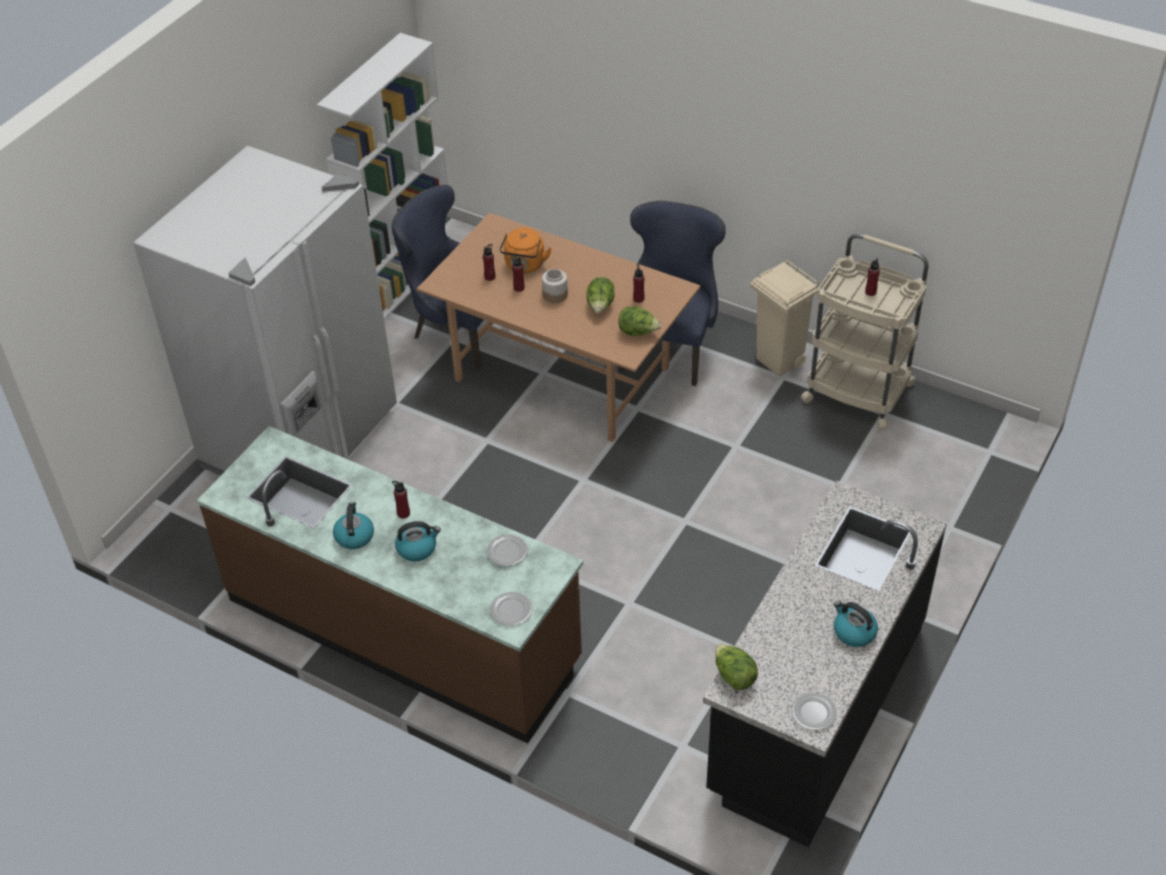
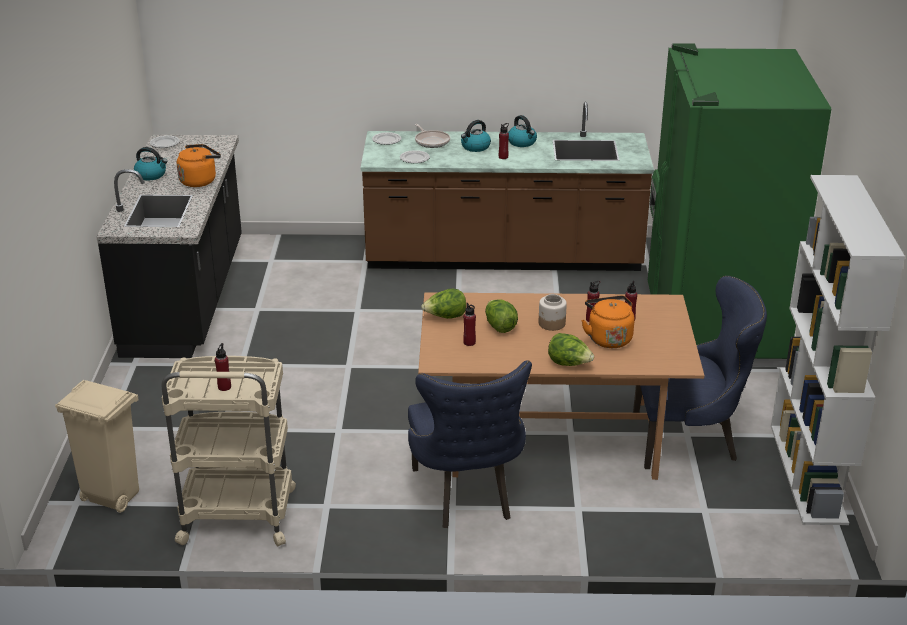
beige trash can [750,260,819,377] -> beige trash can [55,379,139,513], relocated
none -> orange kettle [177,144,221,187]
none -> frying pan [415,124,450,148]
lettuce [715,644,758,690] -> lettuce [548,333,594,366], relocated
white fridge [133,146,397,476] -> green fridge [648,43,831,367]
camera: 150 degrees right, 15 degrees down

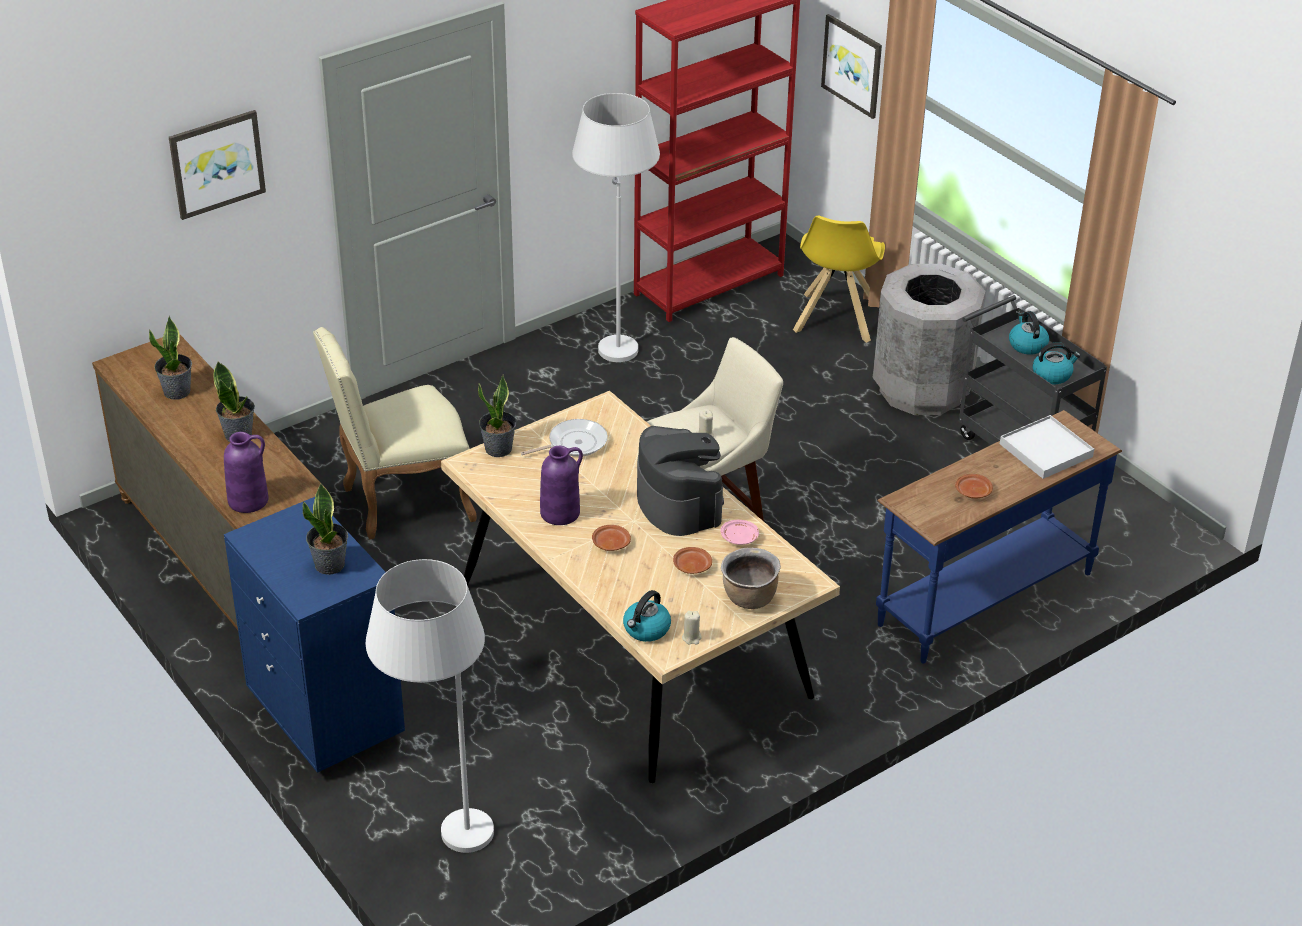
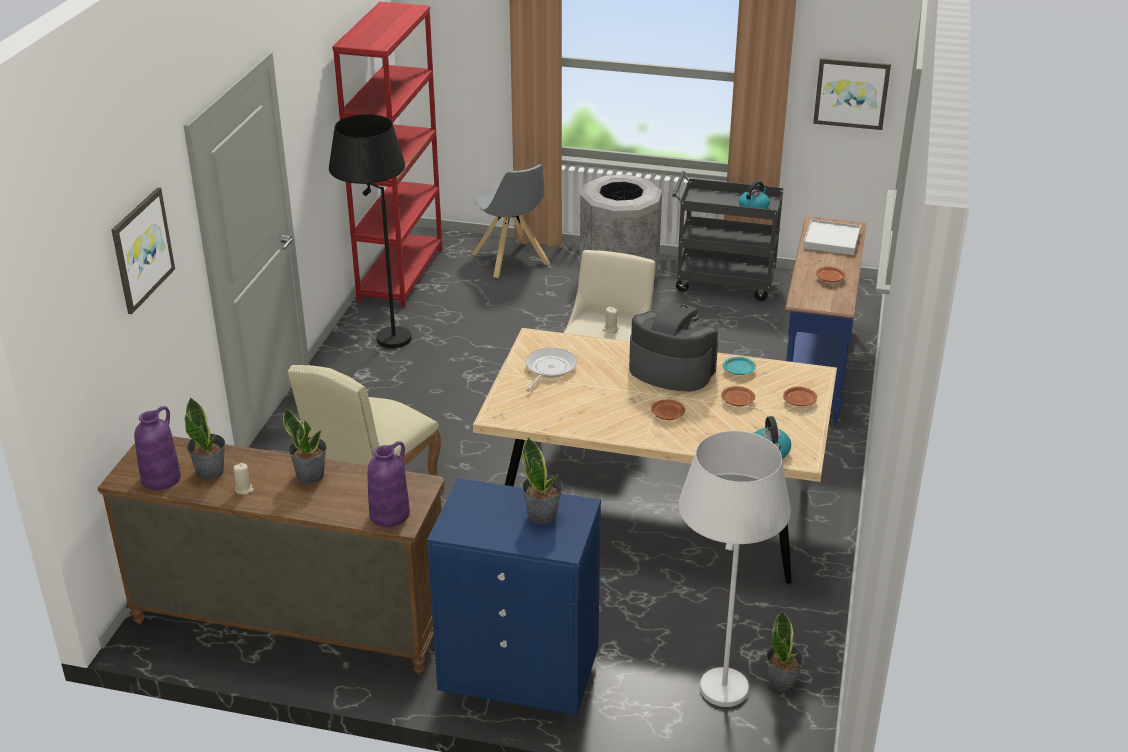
purple vase [540,446,583,525] -> purple vase [134,406,181,490], relocated
beige candle [682,611,702,645] -> beige candle [233,463,254,495], relocated
white floor lamp [572,93,660,362] -> black floor lamp [329,114,411,348]
yellow chair [793,216,885,343] -> grey chair [472,164,550,278]
pink plate [721,520,759,545] -> turquoise plate [723,357,756,375]
potted plant [478,374,516,457] -> potted plant [766,610,804,691], relocated
brown cooking pot [721,548,781,609] -> brown plate [783,387,817,406]
picture [821,14,882,119] -> picture [813,58,891,130], relocated
kettle [1009,311,1049,355] -> none
camera: 40 degrees left, 5 degrees down

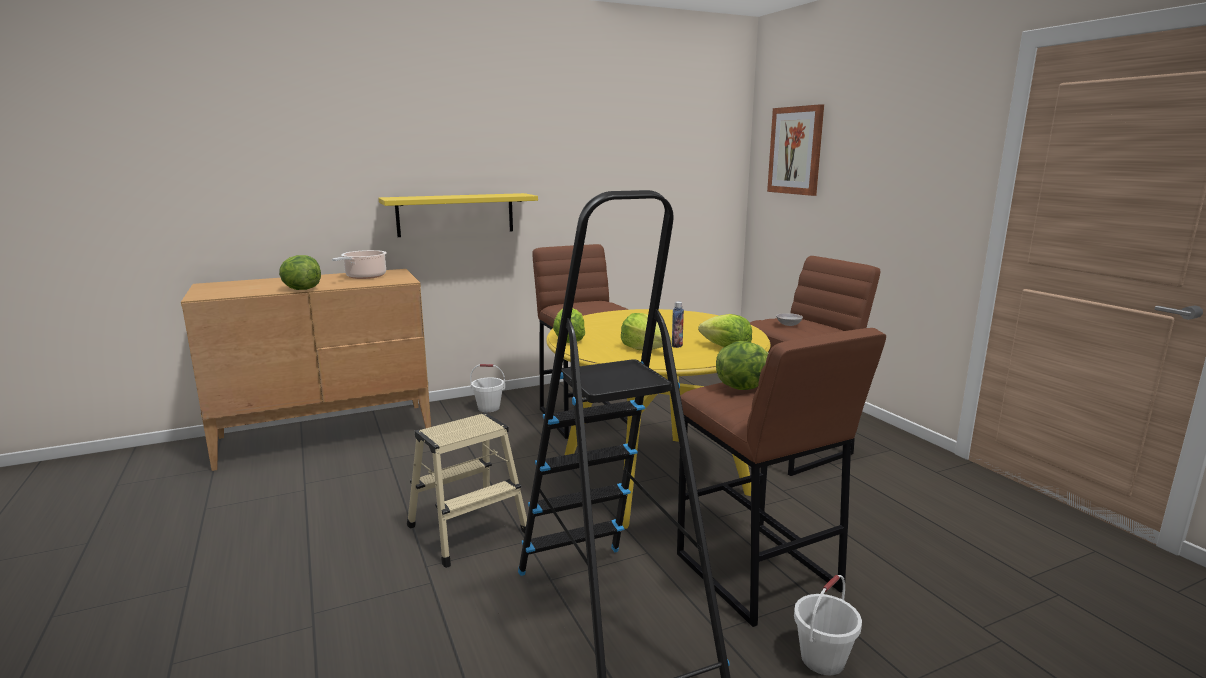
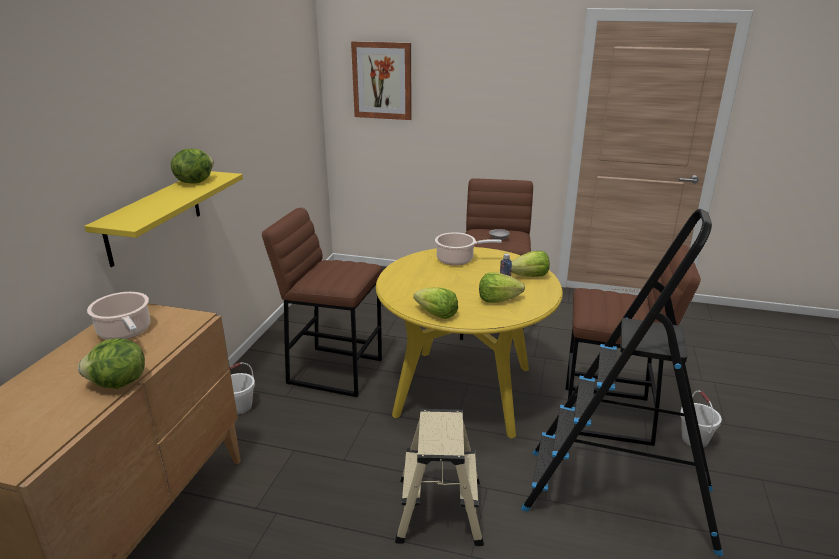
lettuce [716,341,768,390] -> lettuce [171,149,214,184], relocated
none -> cooking pot [435,232,502,265]
camera: 50 degrees left, 10 degrees up

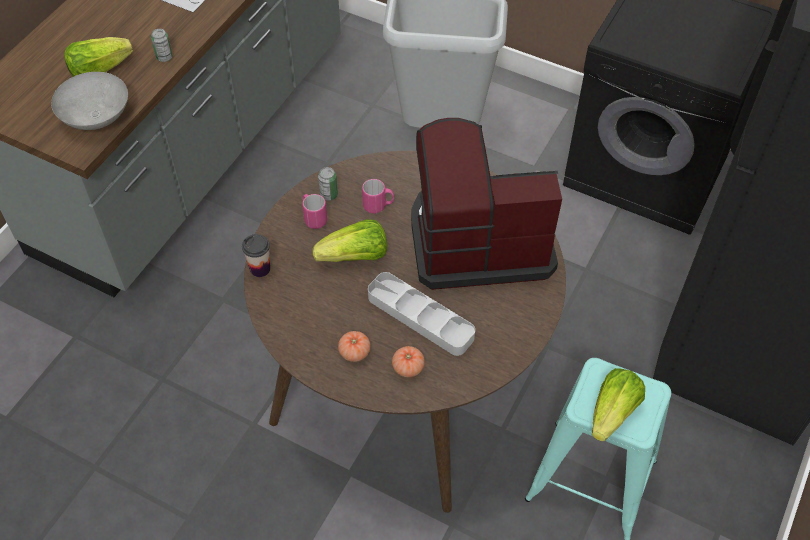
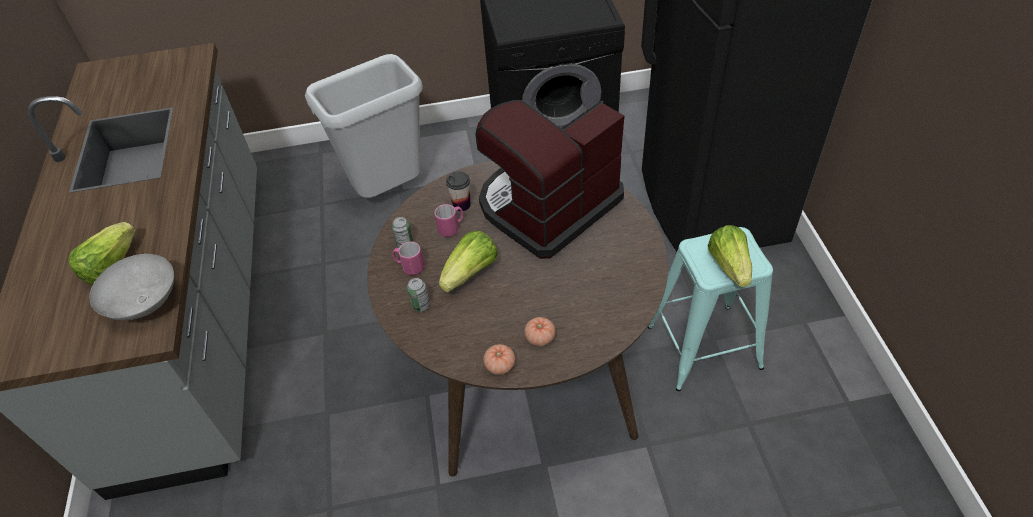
can [151,29,173,62] -> can [407,278,430,312], relocated
cup [242,234,270,277] -> cup [446,171,470,212], relocated
tomato [392,346,425,377] -> tomato [483,344,515,375], relocated
grey tray [368,272,475,356] -> none
camera: 35 degrees left, 5 degrees down

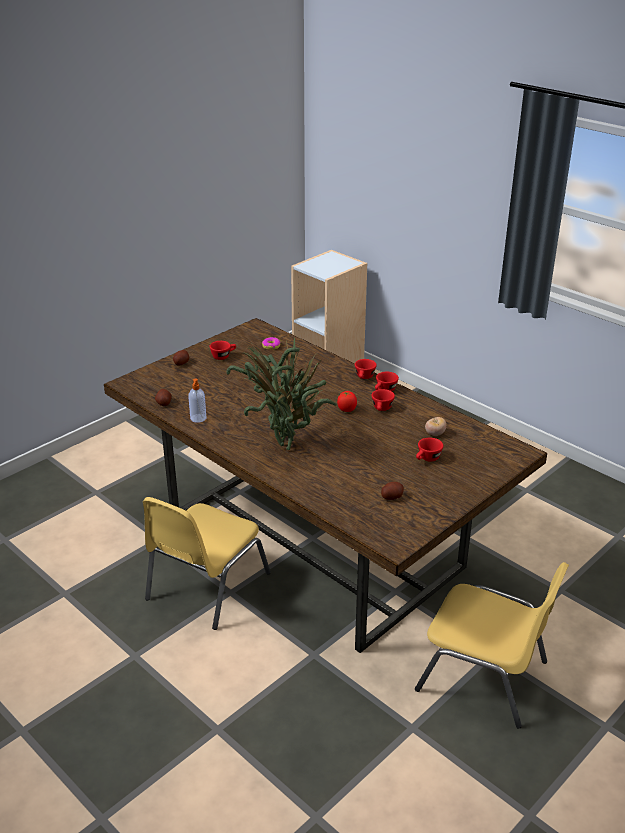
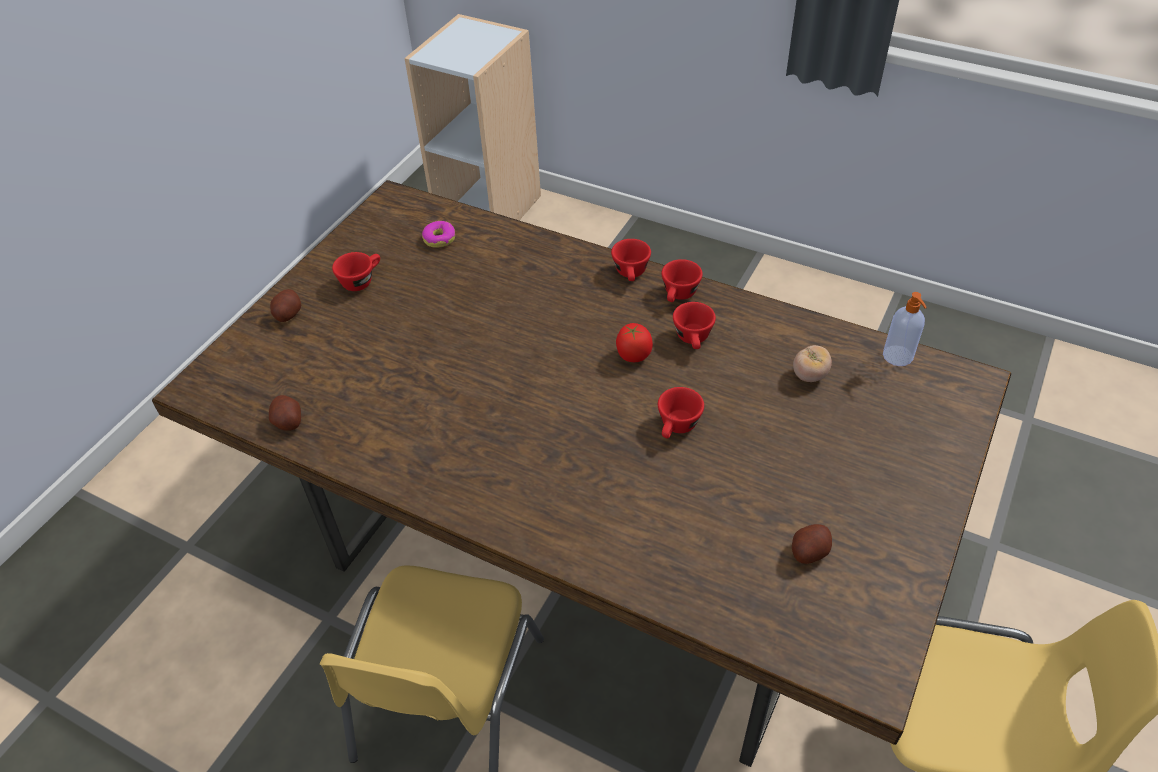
red cup [416,438,443,462] -> red cup [658,387,704,439], relocated
soap dispenser [188,379,206,423] -> soap dispenser [883,292,927,366], relocated
potted plant [226,337,337,450] -> none
camera: 15 degrees left, 15 degrees up

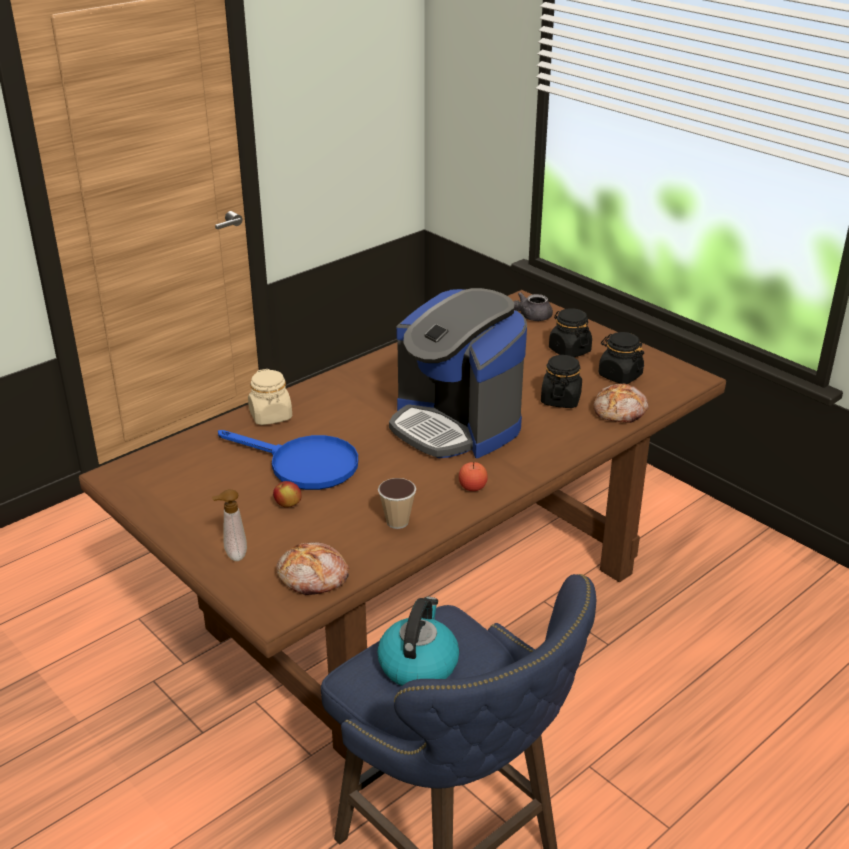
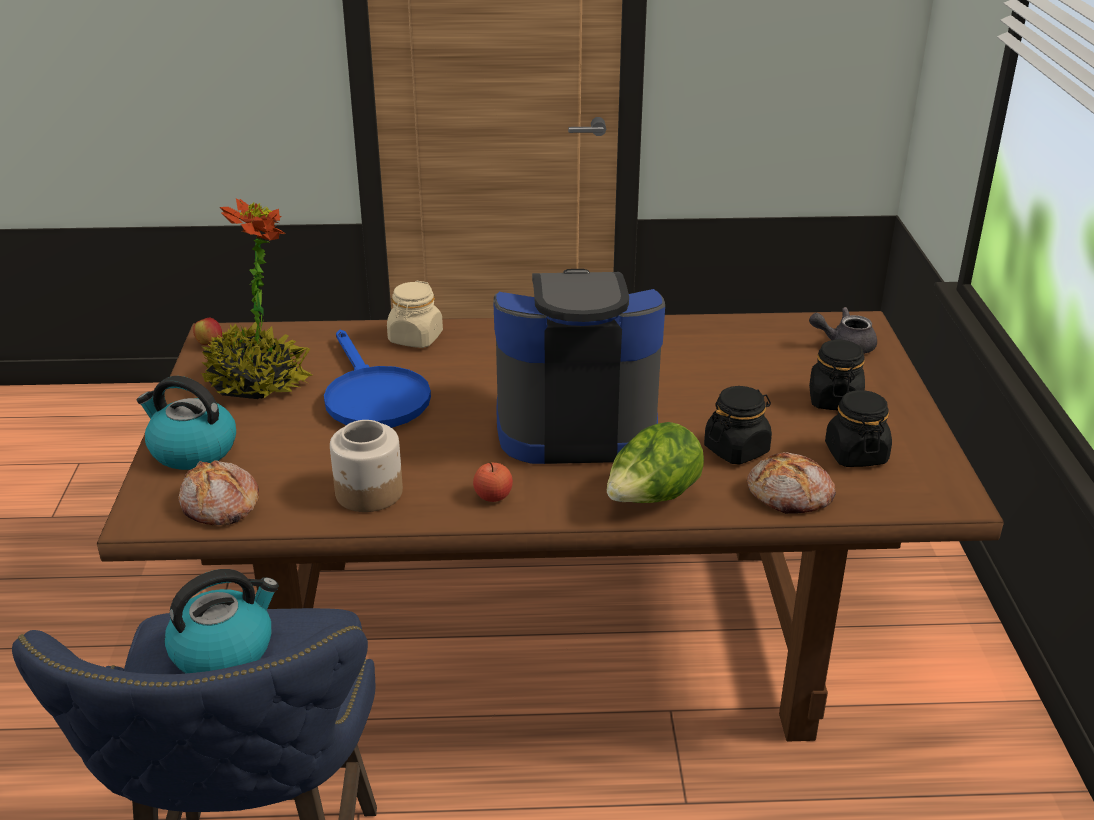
soap dispenser [212,489,247,561] -> kettle [137,376,236,470]
apple [273,481,302,508] -> apple [193,318,222,345], relocated
none -> potted plant [201,198,312,399]
cup [378,478,416,529] -> jar [330,420,403,512]
coffee machine [389,288,527,458] -> coffee machine [493,269,665,464], 90 degrees clockwise
none -> lettuce [607,422,704,503]
camera: 40 degrees right, 0 degrees up

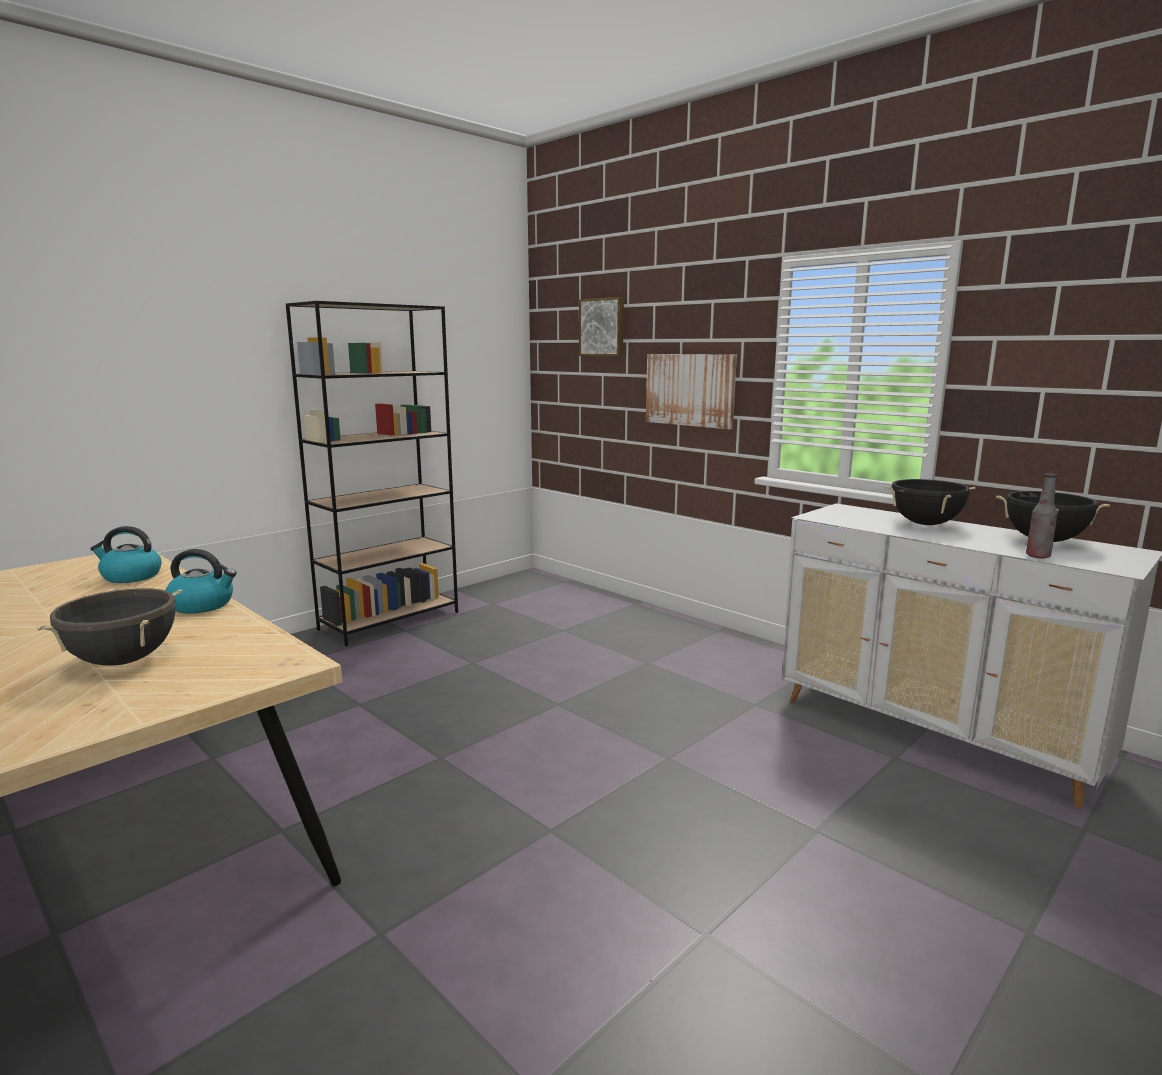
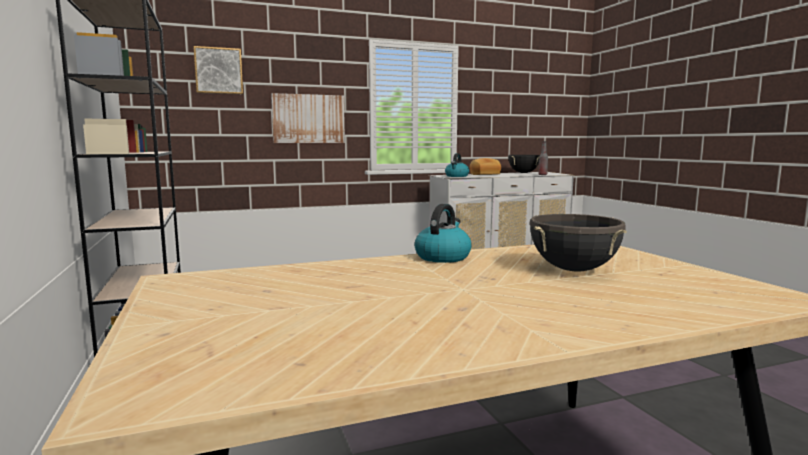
kettle [90,526,162,583] -> kettle [445,153,469,177], relocated
black cooking pot [885,479,975,525] -> bread [469,158,501,175]
camera: 65 degrees left, 5 degrees down

